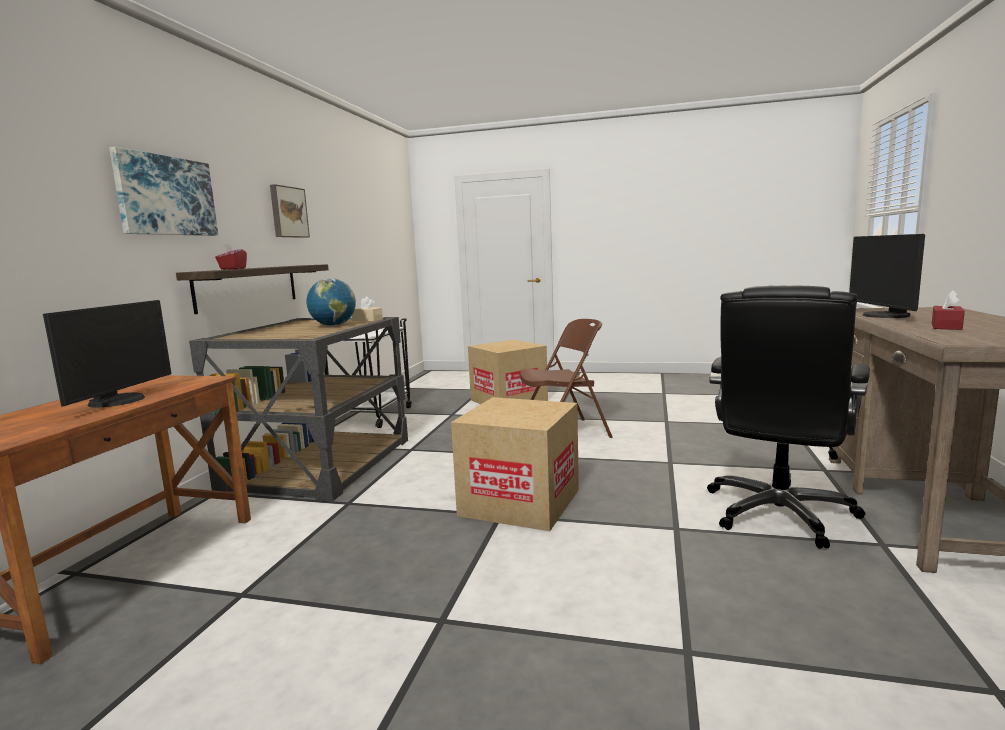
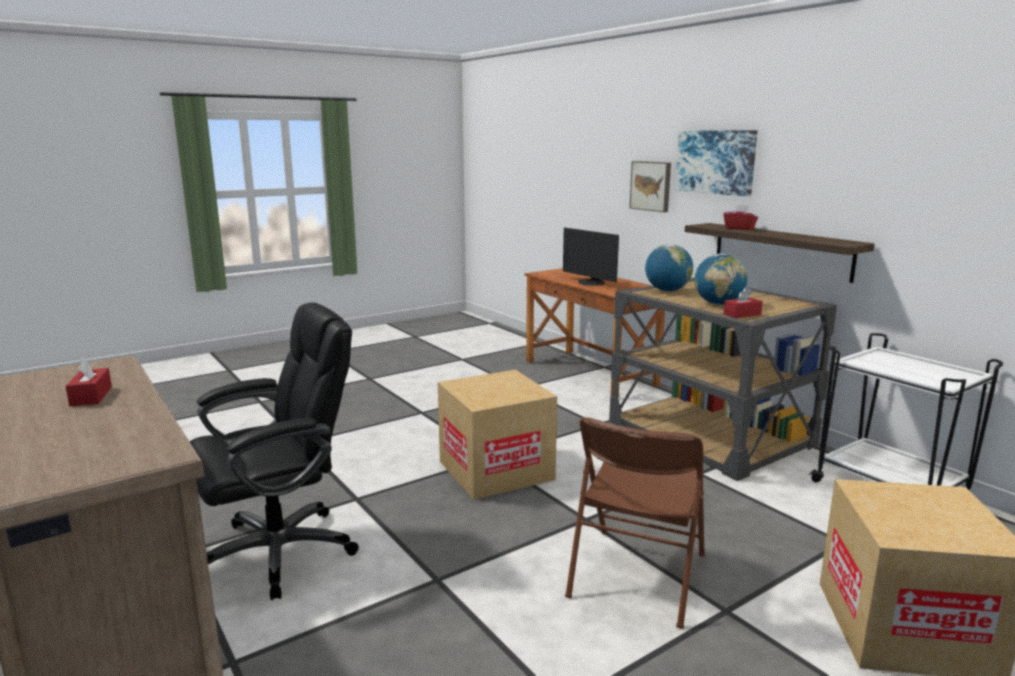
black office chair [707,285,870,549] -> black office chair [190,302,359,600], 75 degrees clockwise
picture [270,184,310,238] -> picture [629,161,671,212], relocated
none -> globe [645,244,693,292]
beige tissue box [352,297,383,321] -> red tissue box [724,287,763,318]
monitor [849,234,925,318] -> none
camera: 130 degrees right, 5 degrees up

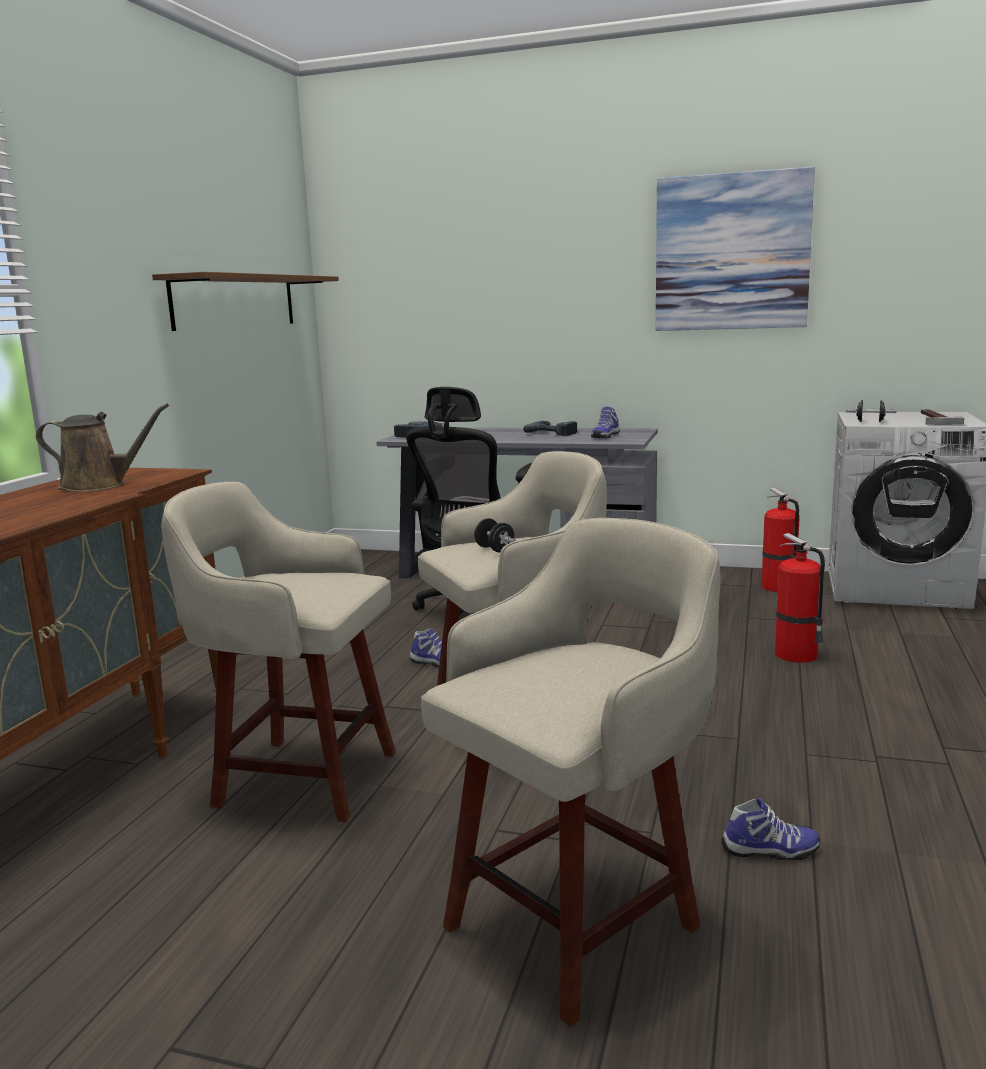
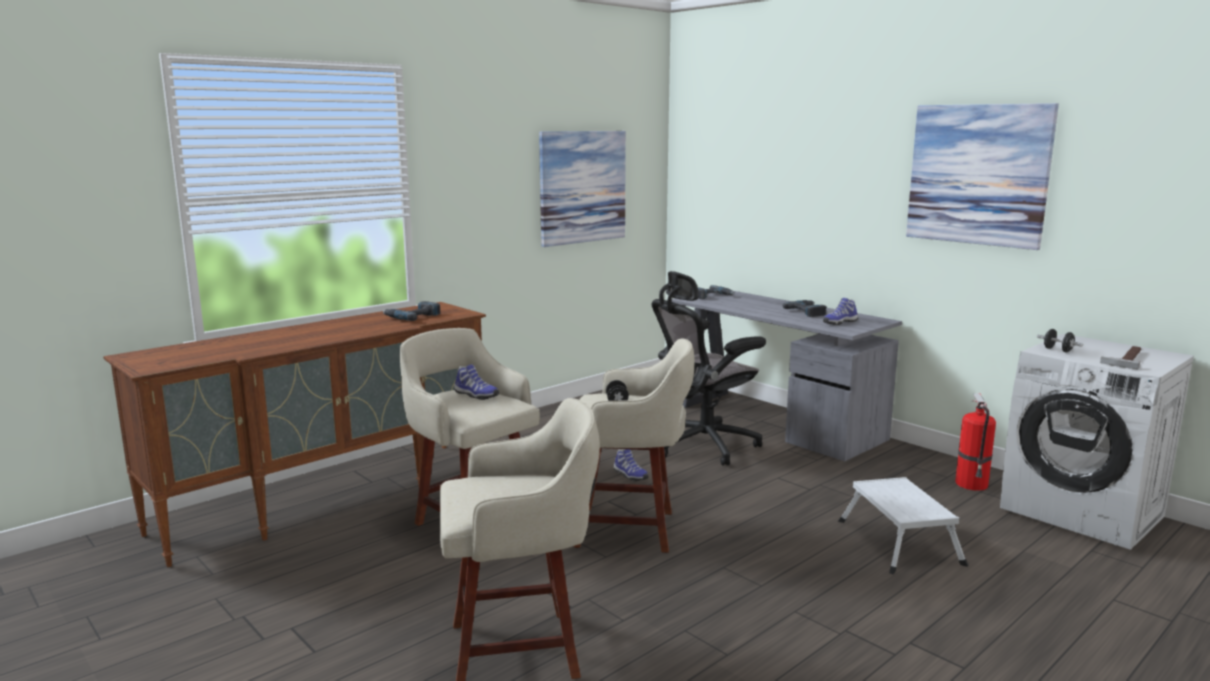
brown watering can [36,403,169,492] -> power drill [383,301,440,321]
shoe [721,798,820,860] -> shoe [454,364,499,400], relocated
brown shelf [152,272,339,331] -> picture [539,131,626,247]
fire extinguisher [775,533,825,663] -> white step ladder [838,477,968,574]
camera: 30 degrees right, 0 degrees up

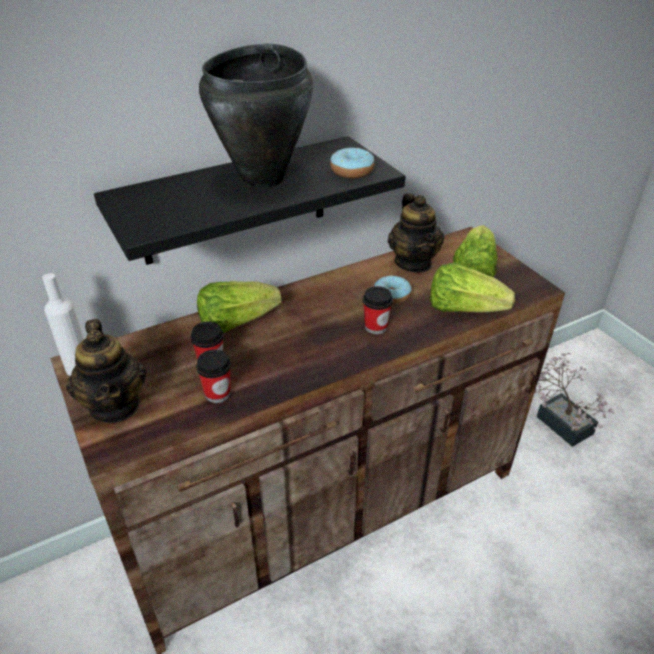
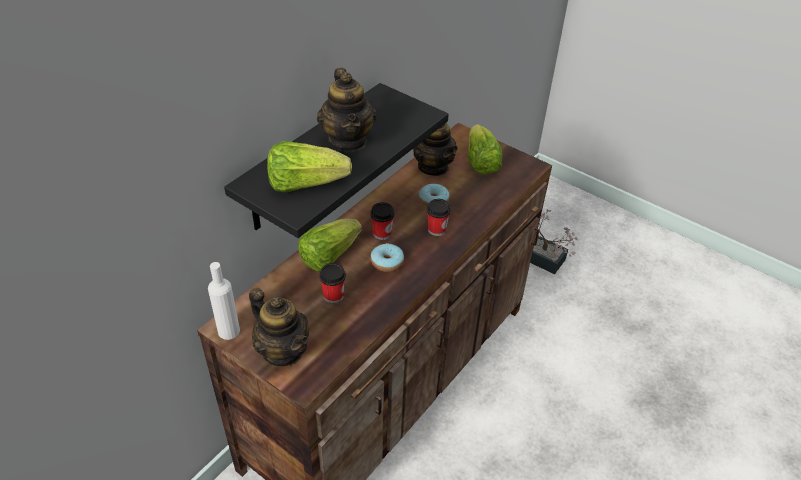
lettuce [430,263,515,312] -> lettuce [267,141,352,193], relocated
black cooking pot [199,44,313,188] -> teapot [317,68,377,152]
cup [196,350,231,403] -> cup [370,202,394,240], relocated
donut [330,148,375,178] -> donut [371,243,404,272], relocated
camera: 25 degrees left, 5 degrees up

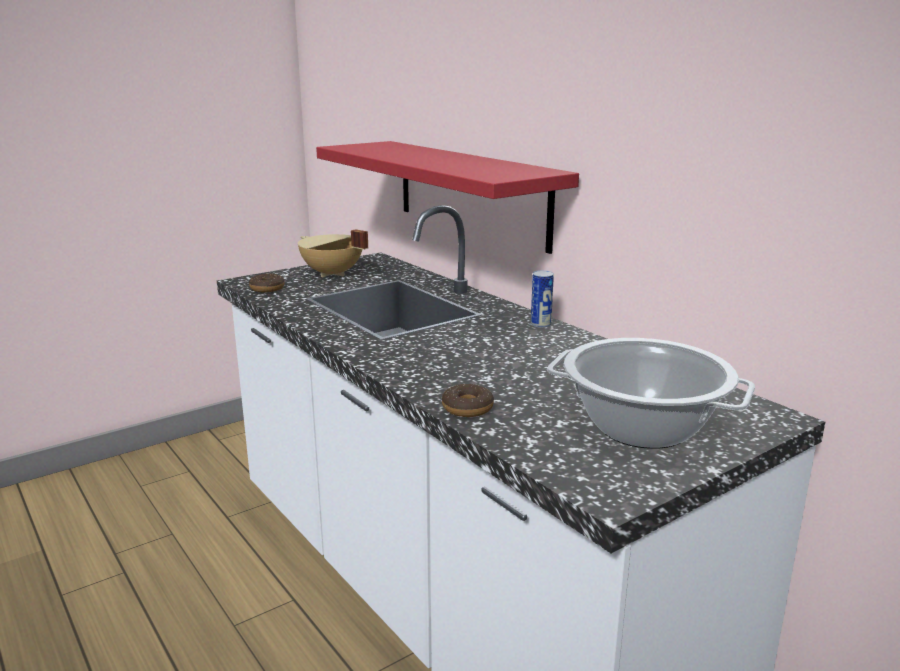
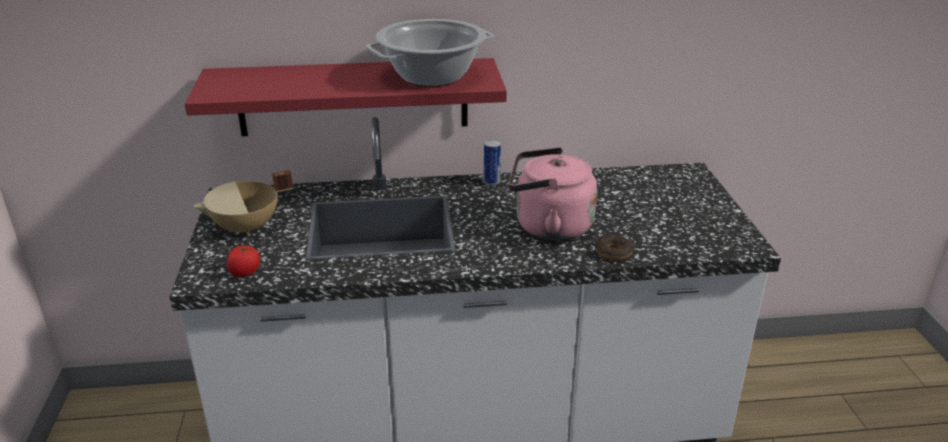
donut [249,274,285,292] -> tomato [227,245,260,277]
cooking pot [547,338,755,449] -> cooking pot [366,19,494,87], relocated
none -> pink kettle [509,147,597,241]
camera: 60 degrees left, 10 degrees up

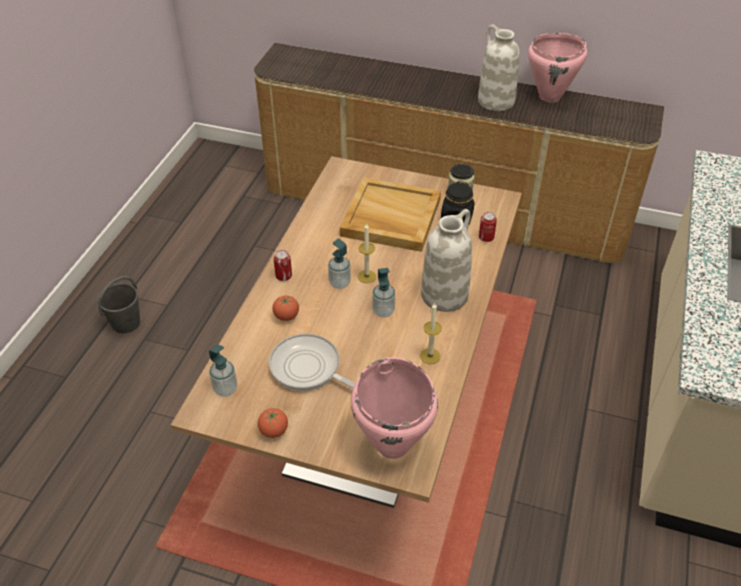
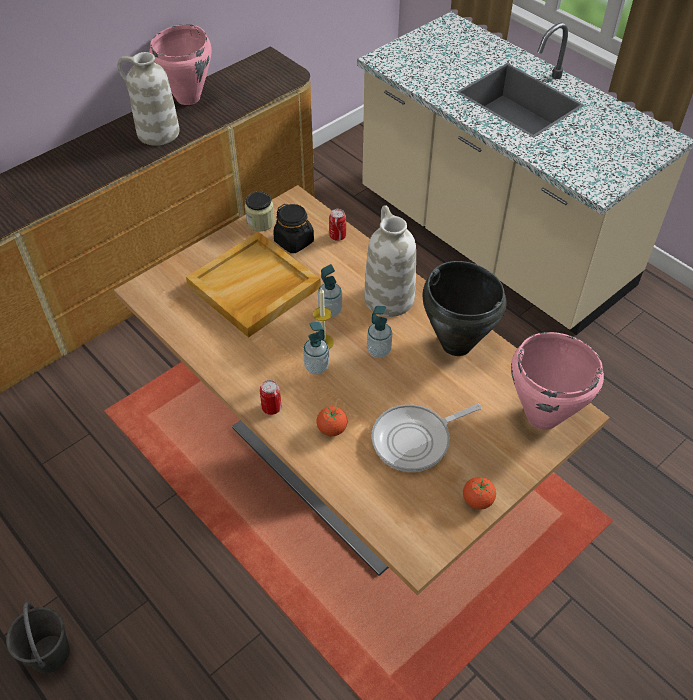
soap dispenser [209,344,237,397] -> soap dispenser [318,264,342,317], relocated
candle [420,303,442,364] -> black cooking pot [422,261,507,356]
camera: 60 degrees left, 5 degrees up

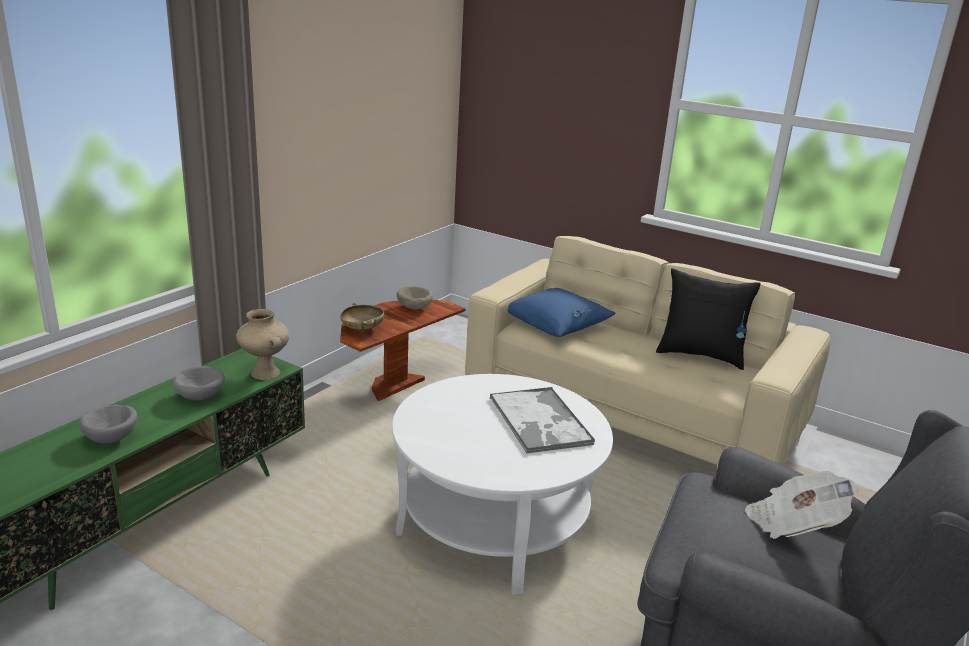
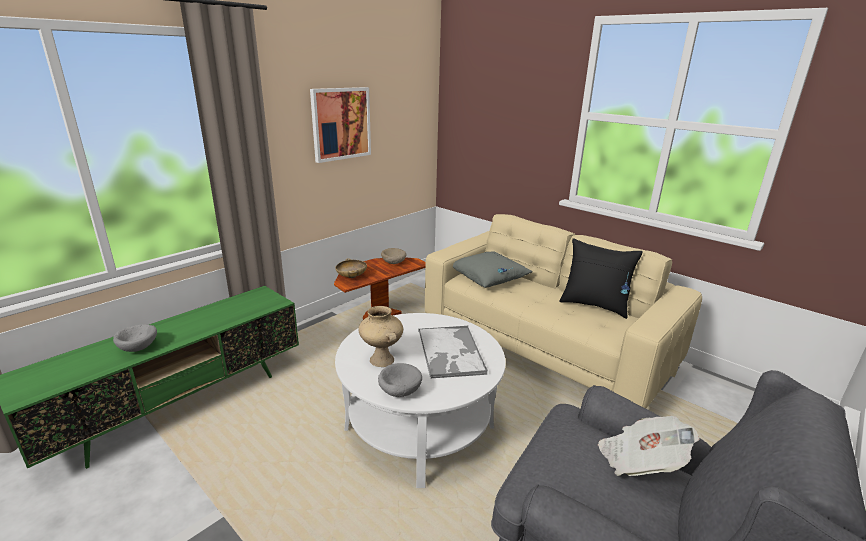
none -> picture [310,87,371,163]
beige vase [236,309,289,380] -> beige vase [358,306,403,367], relocated
grey bowl [173,366,225,400] -> grey bowl [378,363,422,397], relocated
blue pillow [508,288,616,337] -> grey pillow [453,251,533,288]
camera: 10 degrees right, 0 degrees up

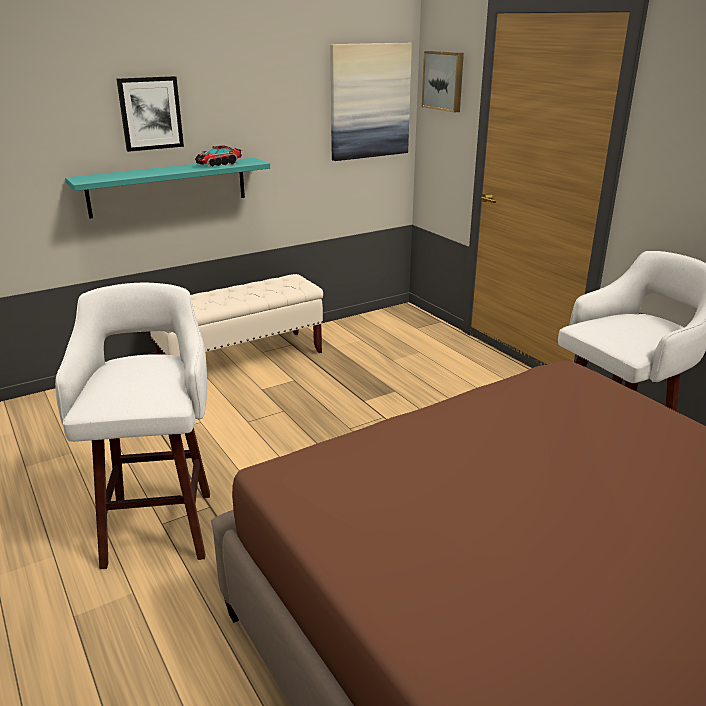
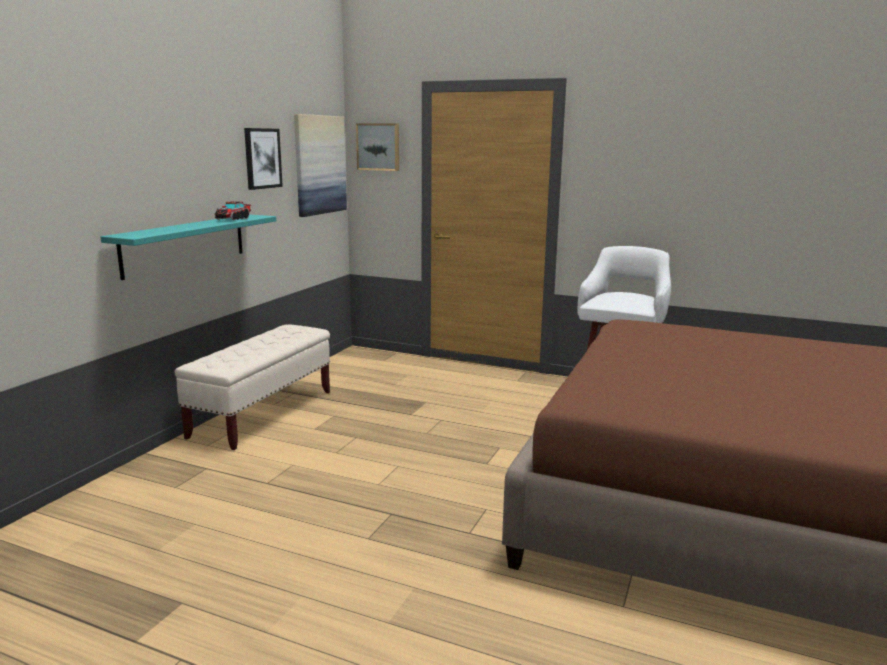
picture [117,76,184,152] -> picture [244,128,283,190], relocated
white stool [55,283,210,569] -> none
camera: 35 degrees left, 10 degrees down

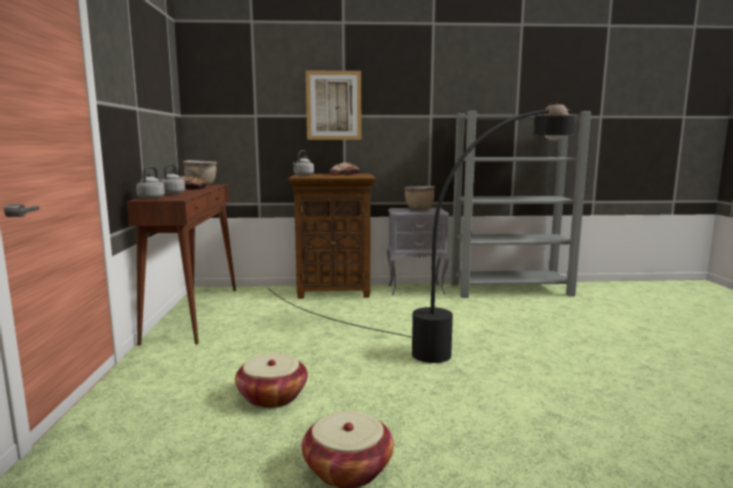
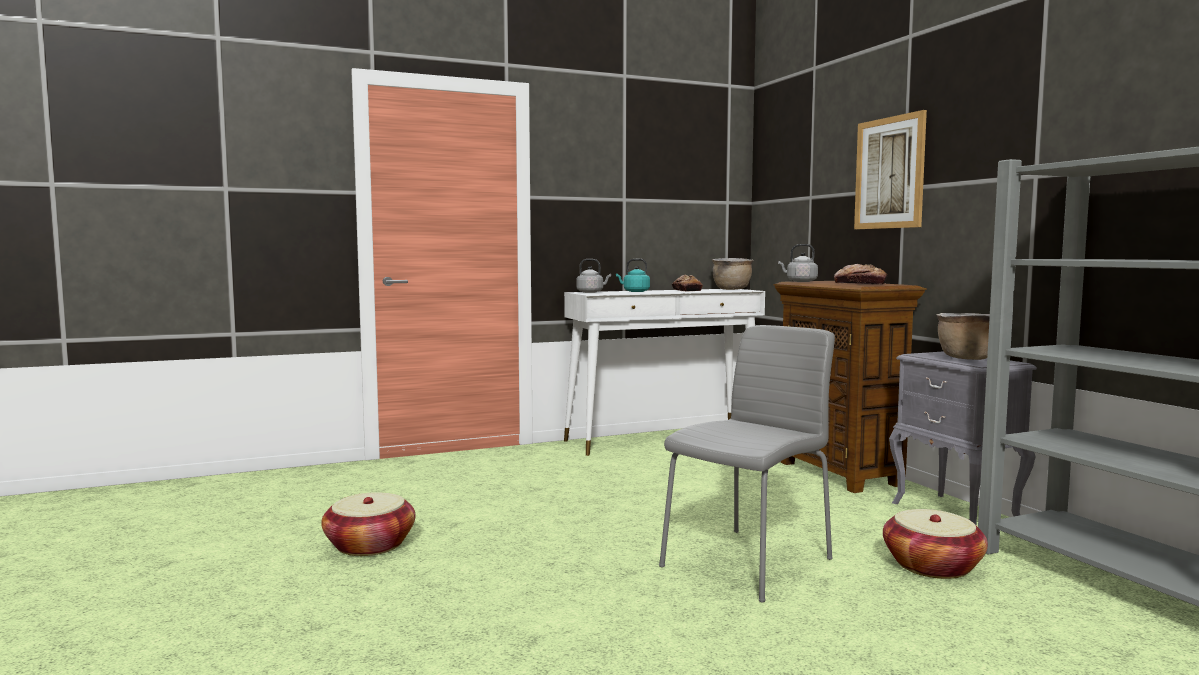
brown console table [127,185,236,346] -> white console table [564,289,765,456]
grey kettle [159,164,185,194] -> turquoise kettle [616,259,650,292]
black floor lamp [269,103,577,363] -> grey chair [659,325,835,602]
basket [235,354,308,408] -> basket [883,509,988,579], relocated
camera: 70 degrees right, 5 degrees down

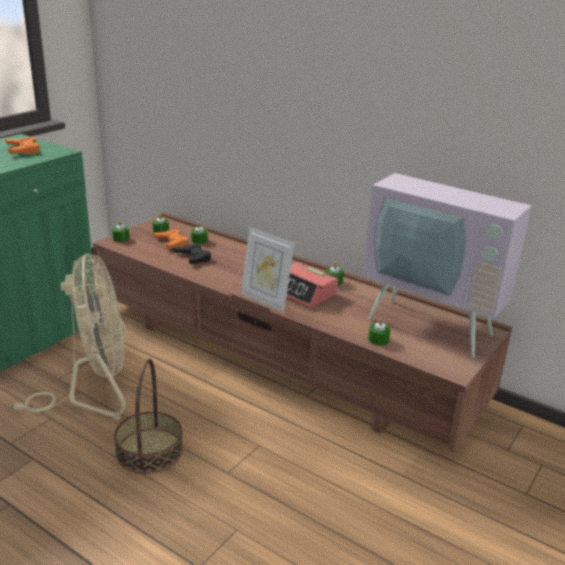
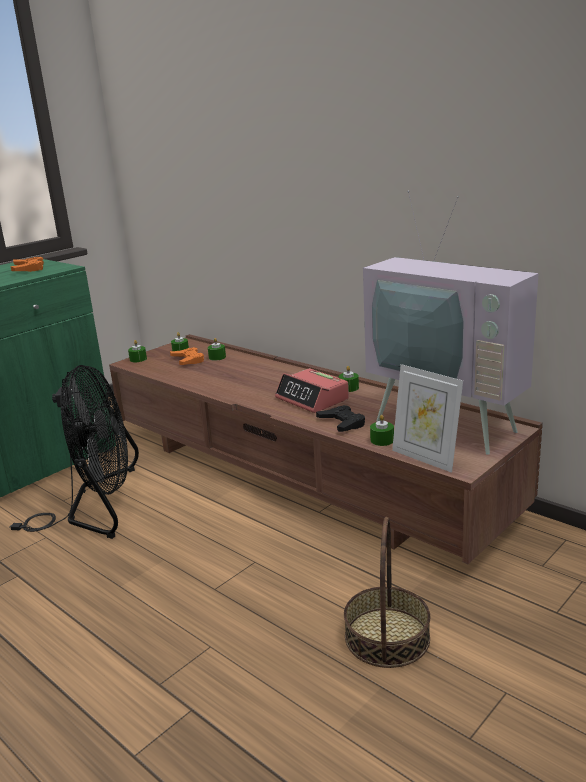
beige fan [11,253,127,421] -> black fan [9,365,139,539]
black game controller [174,243,211,264] -> black game controller [316,405,365,432], relocated
basket [114,358,183,474] -> basket [344,517,431,668], relocated
picture frame [241,227,295,313] -> picture frame [392,364,463,473], relocated
camera: 10 degrees right, 5 degrees down

